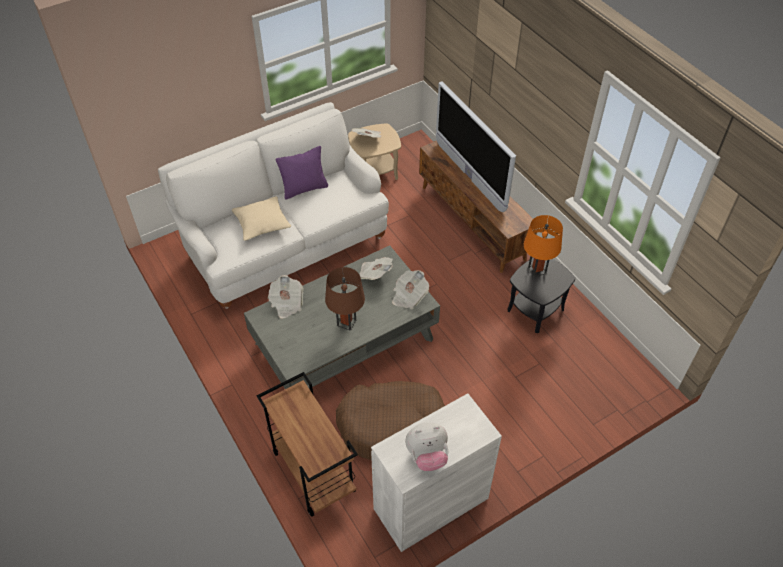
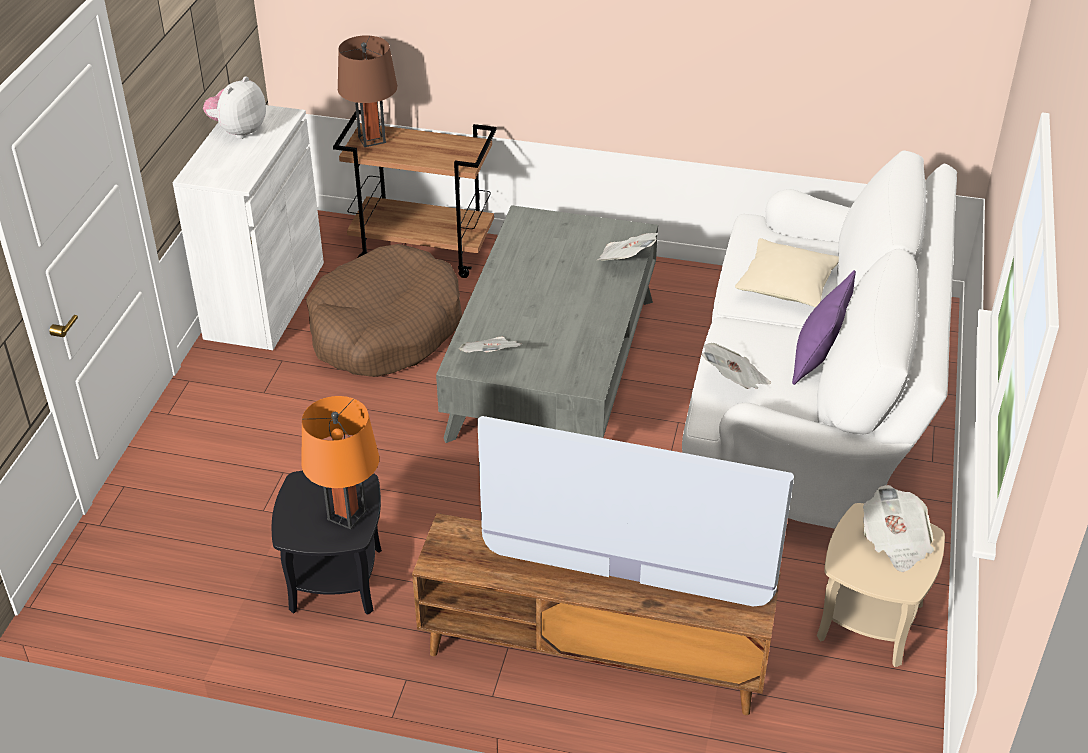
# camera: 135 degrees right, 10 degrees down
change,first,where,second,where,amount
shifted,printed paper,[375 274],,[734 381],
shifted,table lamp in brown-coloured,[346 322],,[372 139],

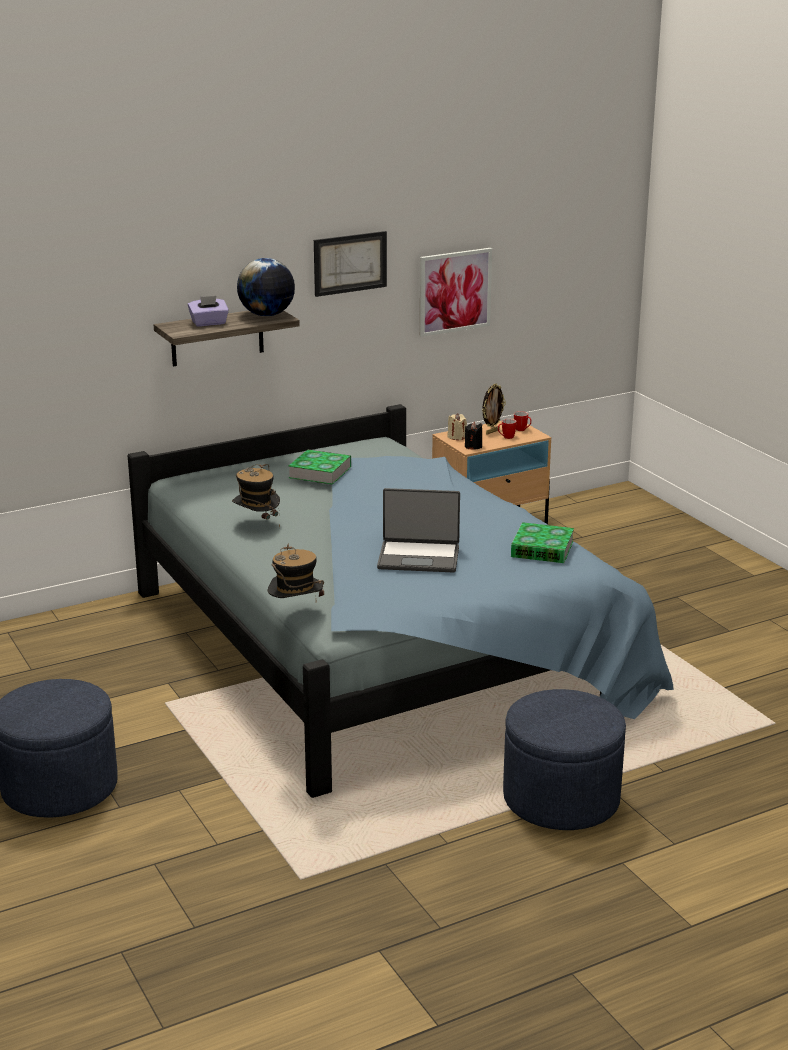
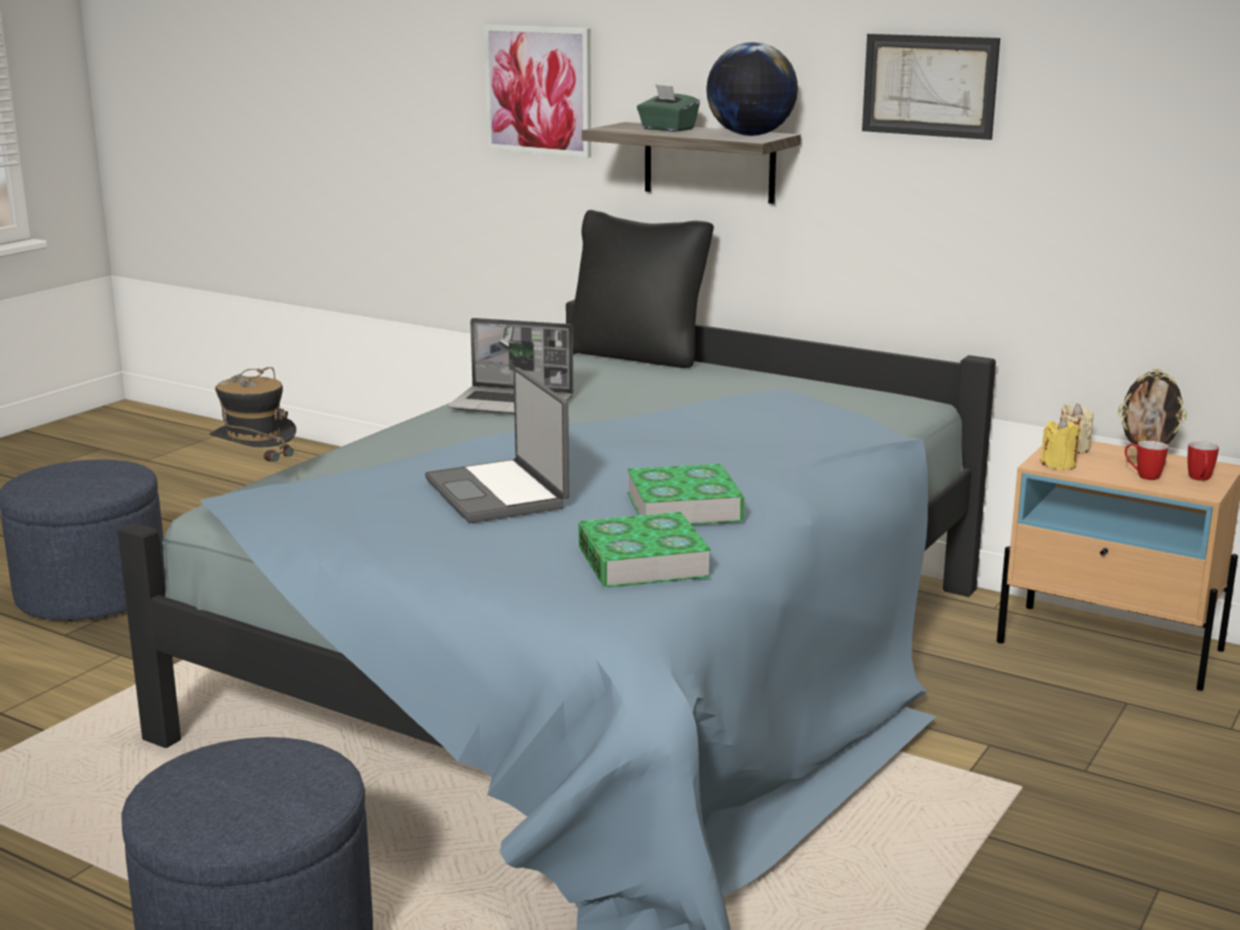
# camera: 60 degrees right, 5 degrees down
change,first,where,second,where,amount
shifted,wall art,[454 291],,[538 90],
repainted,tissue holder in purple-coloured,[209 323],tissue holder in greenish,[667 129],
repainted,wax candle in black,[473 446],wax candle in yellowish,[1058 465],
shifted,volume,[320 472],,[684 506],
swapped,clothing hat,[257 524],portable computer,[513 404],
new,,,pillow in black,[636 355],

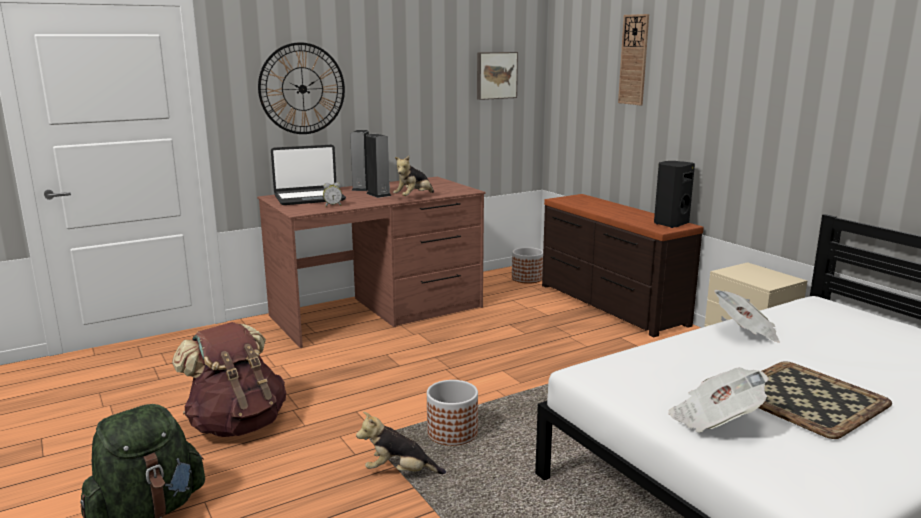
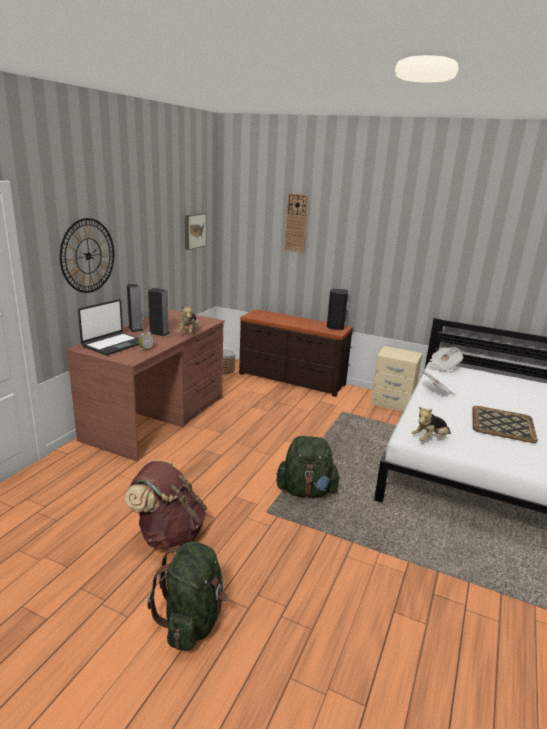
# camera: 35 degrees left, 5 degrees up
change,first,where,second,where,amount
shifted,printed paper,[714 420],,[442 367],
swapped,plant pot,[453 433],knapsack in greenish,[306 491],
shifted,plush toy,[400 472],,[430 439],

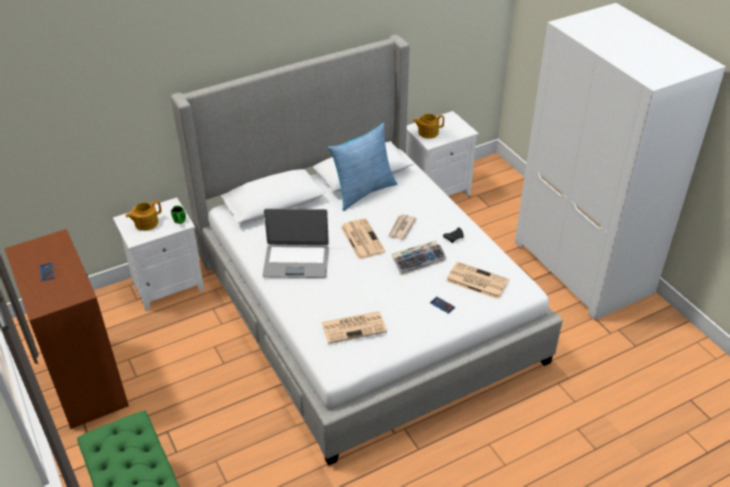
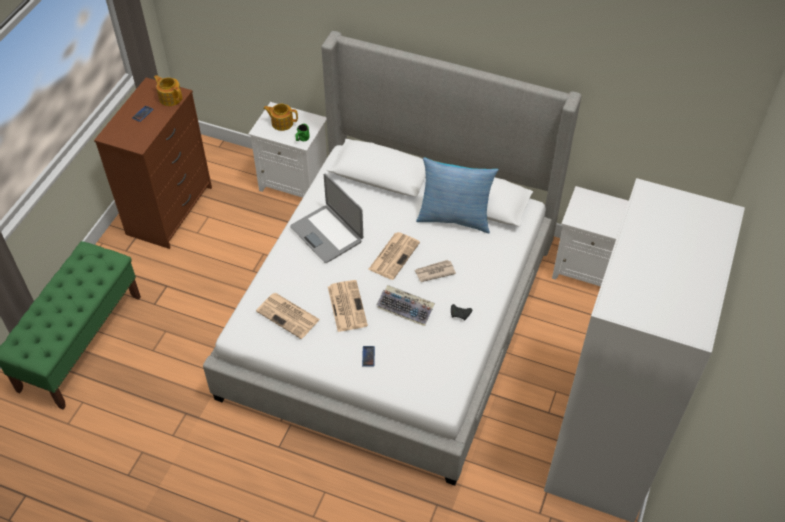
# camera: 50 degrees right, 10 degrees up
change,first,where,second,where,amount
shifted,teapot,[427 132],,[170 98],
shifted,printed paper,[476 281],,[346 305],

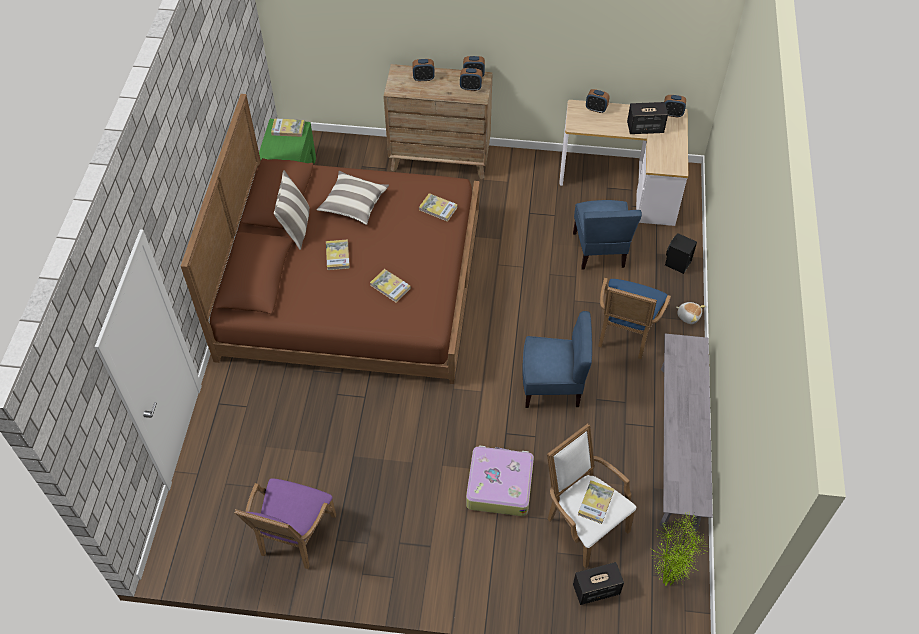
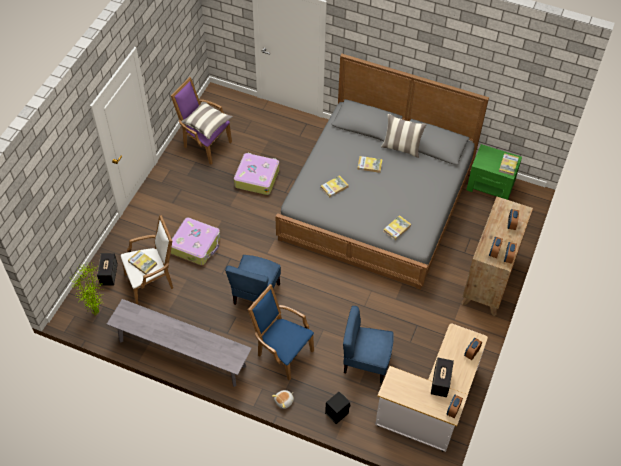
# camera: 105 degrees right, 0 degrees up
change,first,where,second,where,amount
repainted,bedroom bed in brown-coloured,[352 285],bedroom bed in greyish,[377 202],
shifted,pillow,[353 204],,[206 124],
new,,,piece of luggage,[256 177],

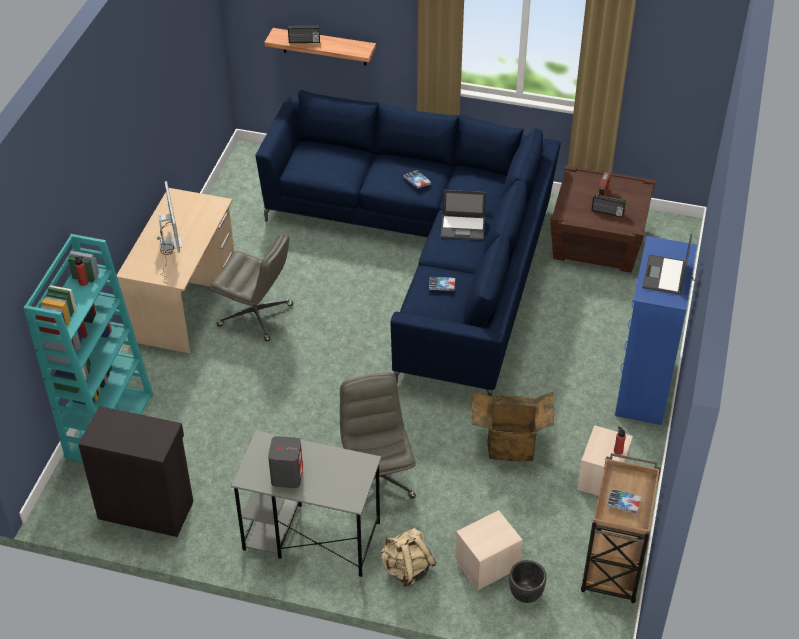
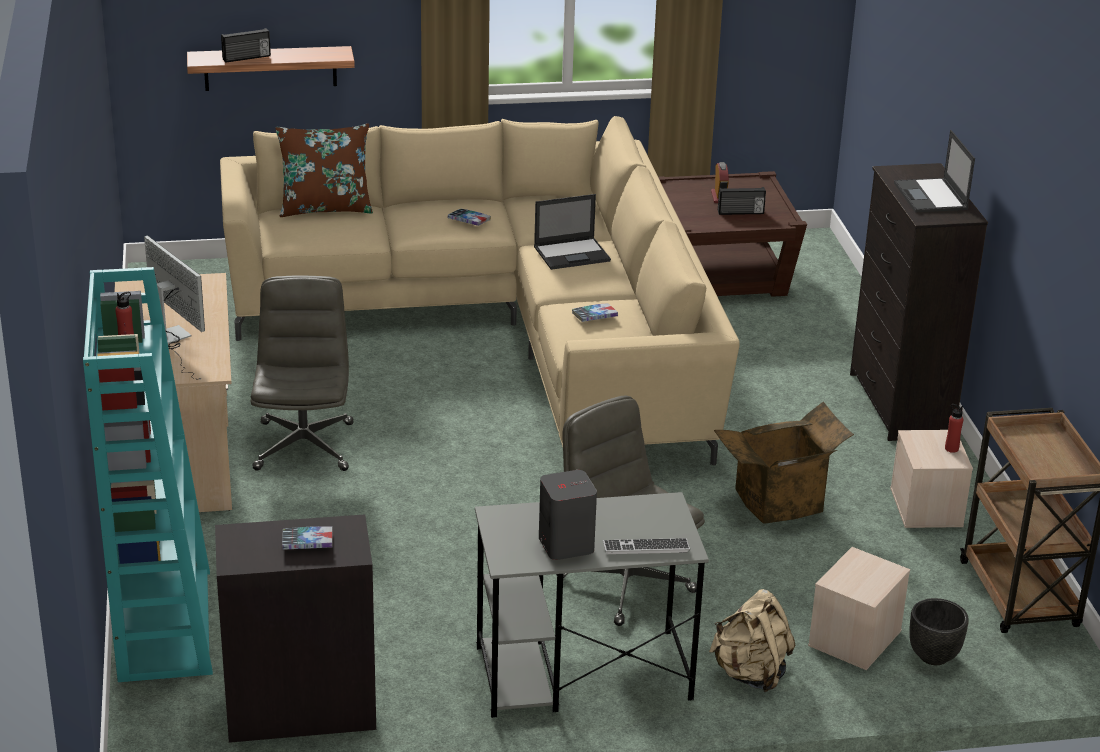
# camera: 25 degrees left, 15 degrees down
change,first,where,second,where,amount
repainted,sofa in bluish,[429 256],sofa in sand-coloured,[506 331],
rotated,computer chair in greyish,[256 315],,[303 445],90 degrees counterclockwise
repainted,dresser in bluish,[643 388],dresser in black,[899 405],
shifted,volume,[623 503],,[307 543],
new,,,pillow in brown-coloured,[325 208],
new,,,PC keyboard,[646 547],

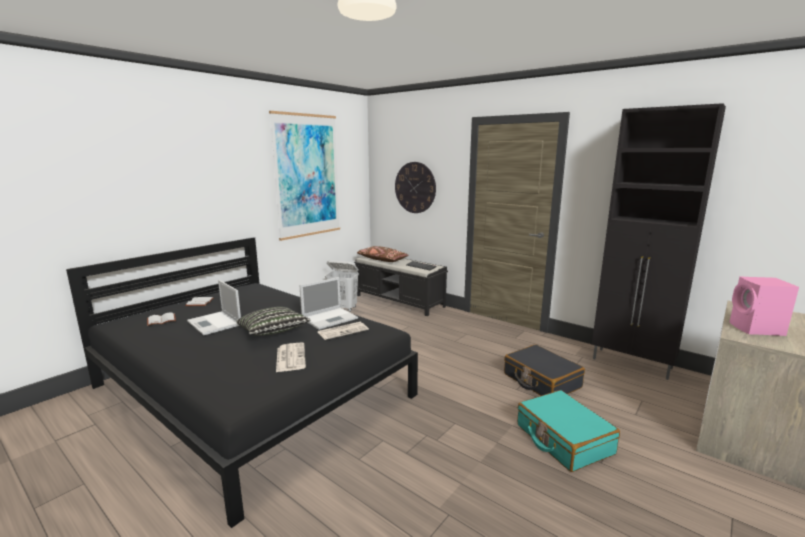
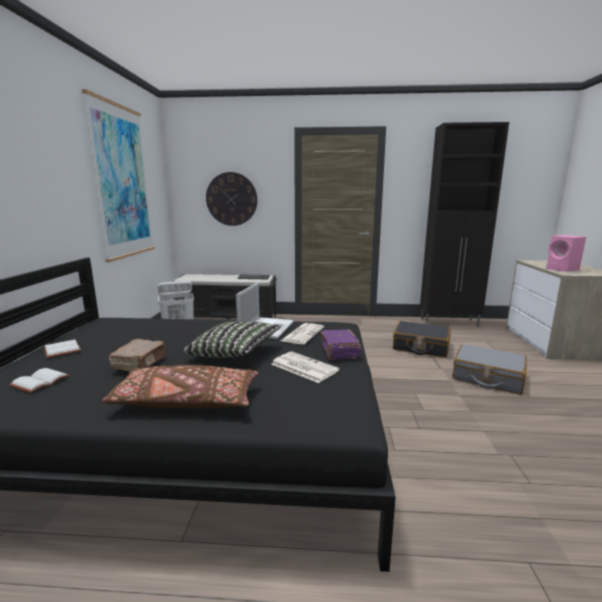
# camera: 35 degrees left, 0 degrees up
change,first,where,second,where,amount
shifted,pillow in brown-coloured,[382 260],,[186 401],
swapped,portable computer,[215 323],volume in brown-coloured,[140 363],
repainted,piece of luggage in turquoise,[563 439],piece of luggage in greyish,[487 377],
new,,,volume in purple-coloured,[339 352],

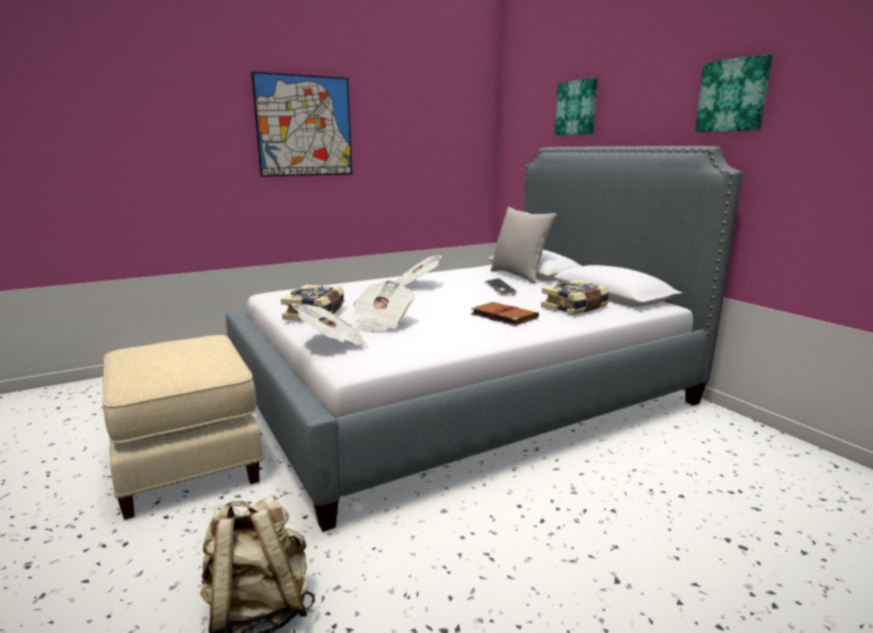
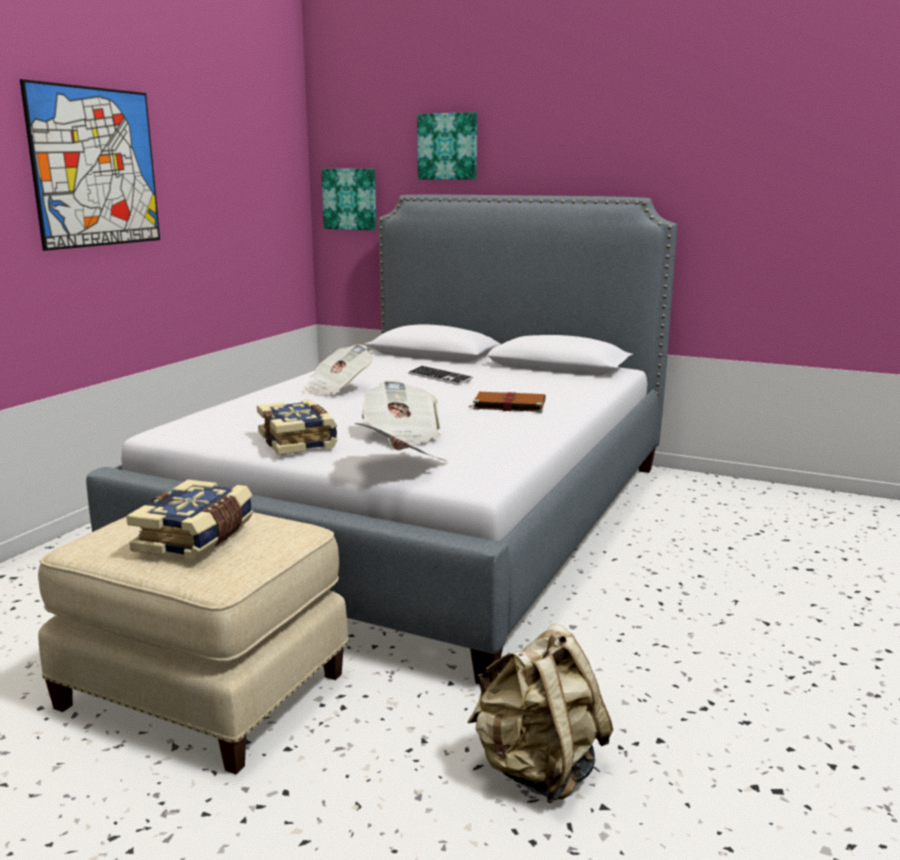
# camera: 35 degrees left, 0 degrees up
change,first,where,second,where,amount
shifted,wall art,[733 95],,[350 199],
gone,pillow in greyish,[519 276],,,
shifted,volume,[575 308],,[197 537],

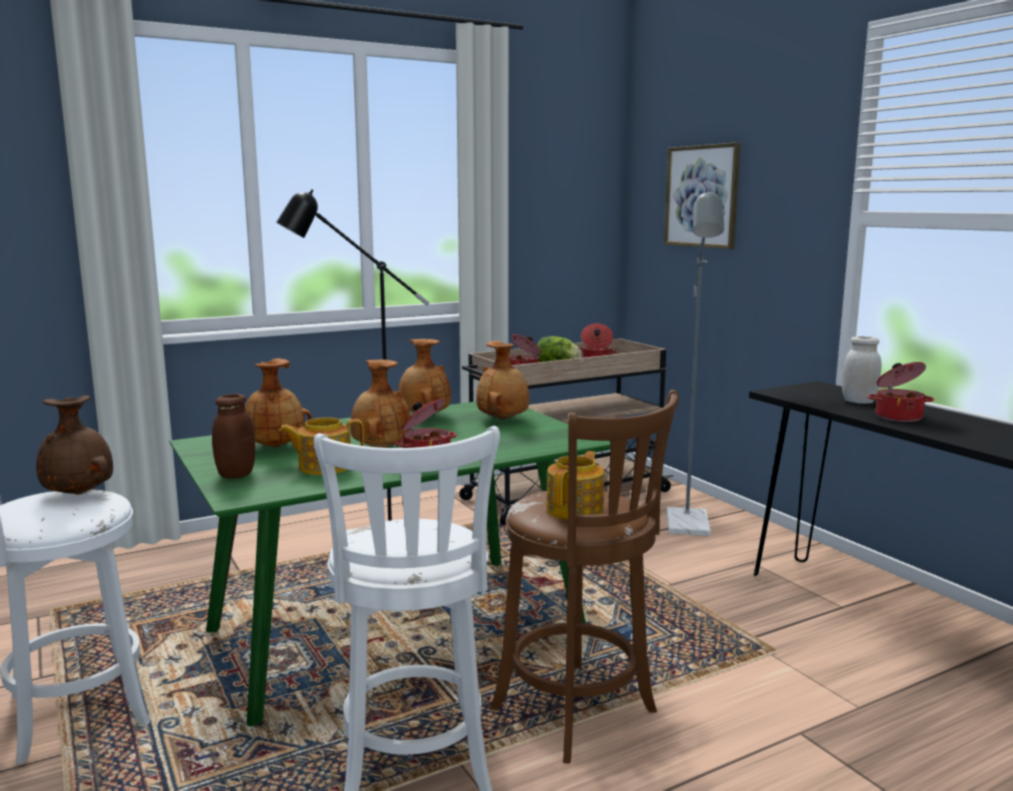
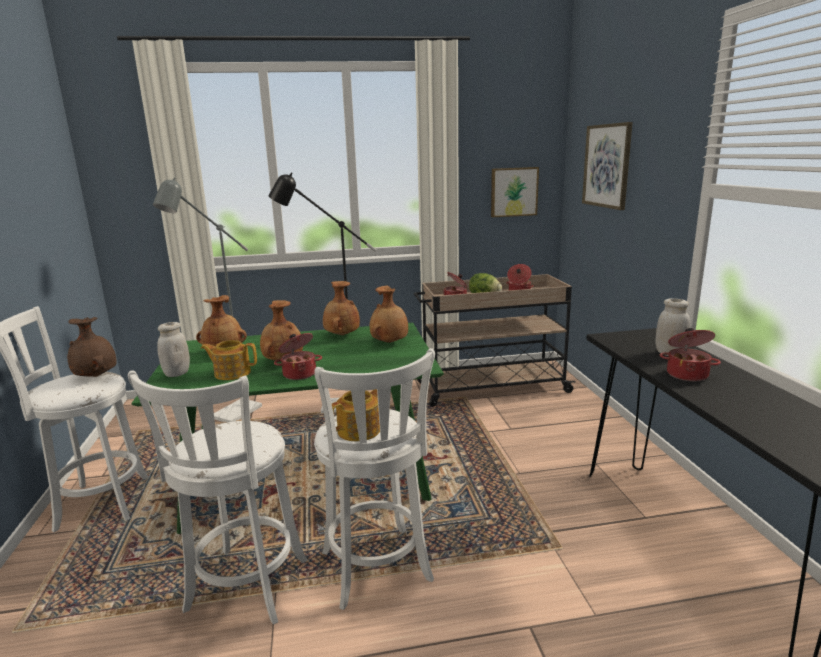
# camera: 20 degrees right, 5 degrees up
change,first,where,second,where,amount
shifted,standing lamp in greyish,[688 528],,[230 416],
repainted,stool seat in brown-coloured,[579 714],stool seat in white-coloured,[378 571],
repainted,jar in brown-coloured,[236 474],jar in white-coloured,[177 373],
new,,,wall art,[513 192],

